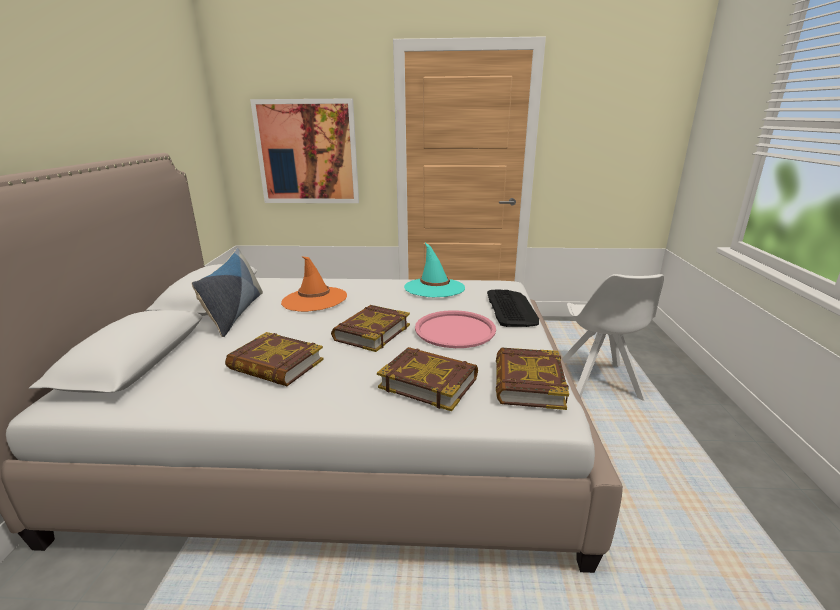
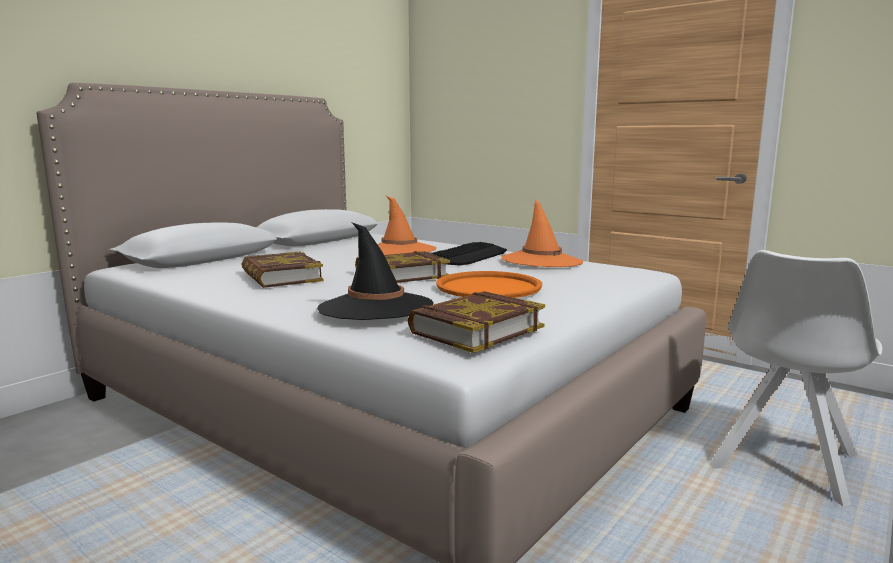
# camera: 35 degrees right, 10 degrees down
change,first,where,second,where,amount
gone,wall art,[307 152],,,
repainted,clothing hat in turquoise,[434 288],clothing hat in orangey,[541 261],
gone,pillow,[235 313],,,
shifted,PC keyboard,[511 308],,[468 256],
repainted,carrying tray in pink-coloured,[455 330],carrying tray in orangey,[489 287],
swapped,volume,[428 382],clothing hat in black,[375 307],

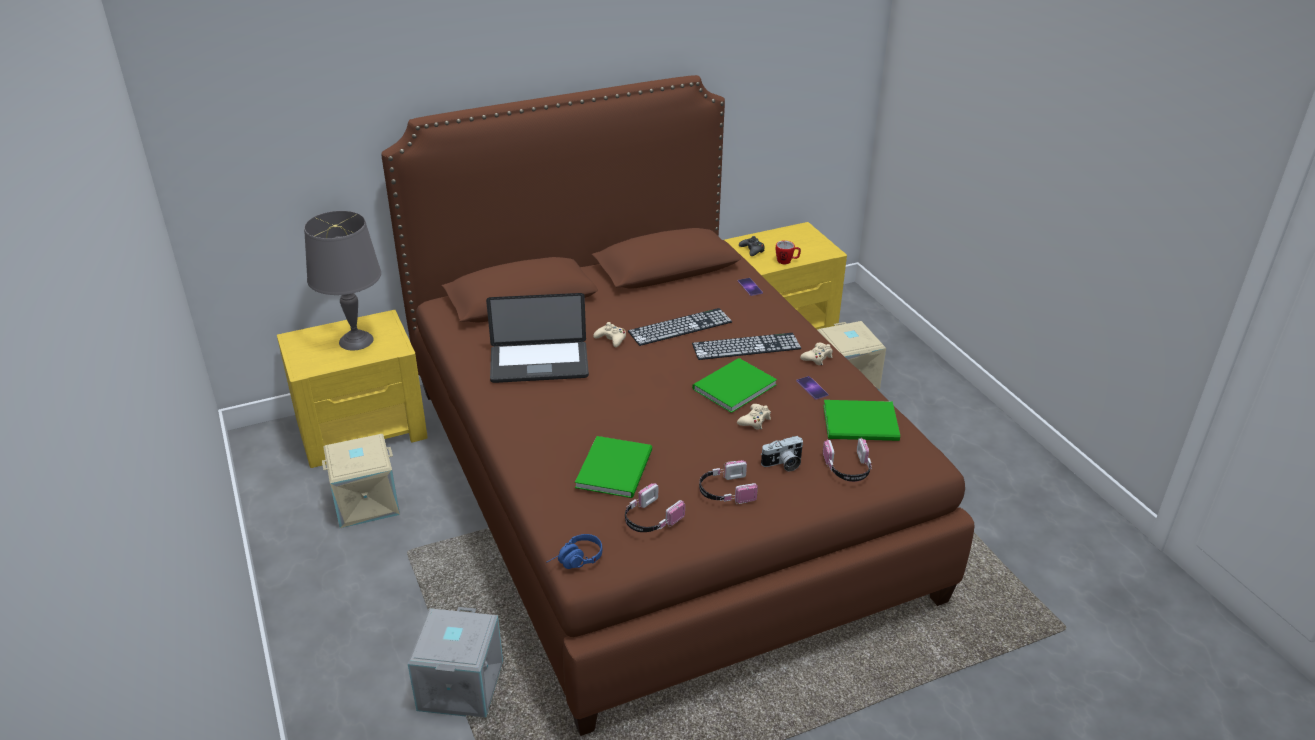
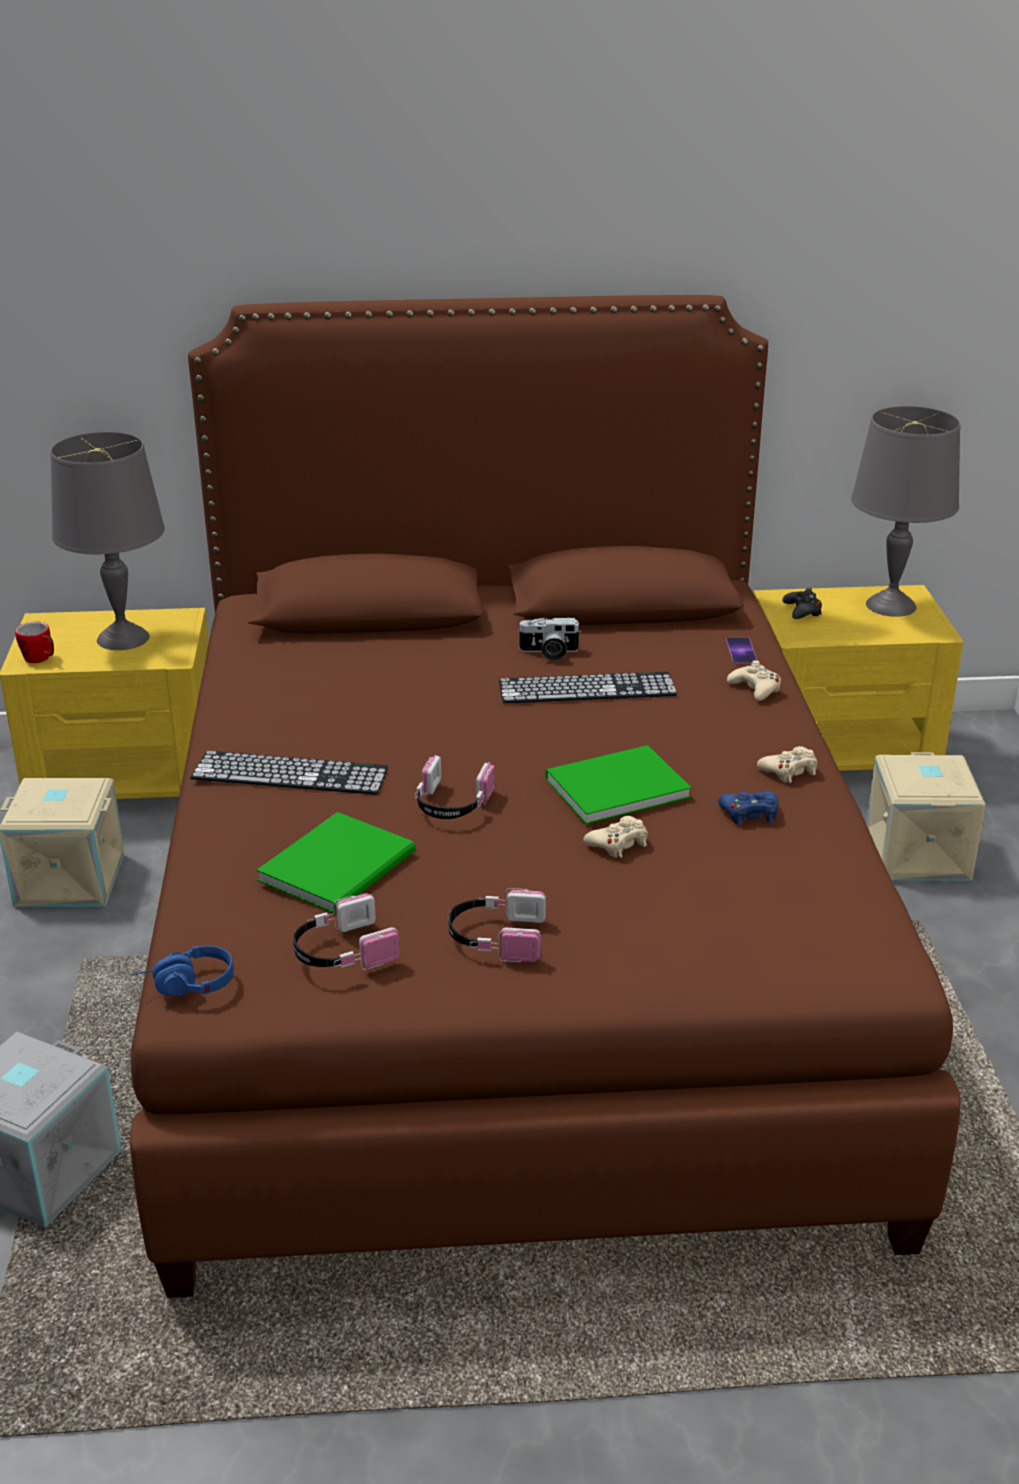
# camera: 20 degrees right, 5 degrees down
change,first,where,second,where,amount
shifted,tea mug,[787 261],,[40 659],
gone,portable computer,[539 364],,,
shifted,gamepad in sand-coloured,[611 339],,[755 689],
shifted,PC keyboard,[746 346],,[290 773],
swapped,handset,[812 388],gamepad in bluish,[750 814],
gone,volume in greenish,[863 424],,,
shifted,photo camera,[783 464],,[549 653],
shifted,pair of headphones,[847 469],,[452 804],
new,,,table lamp in greyish,[891 605],

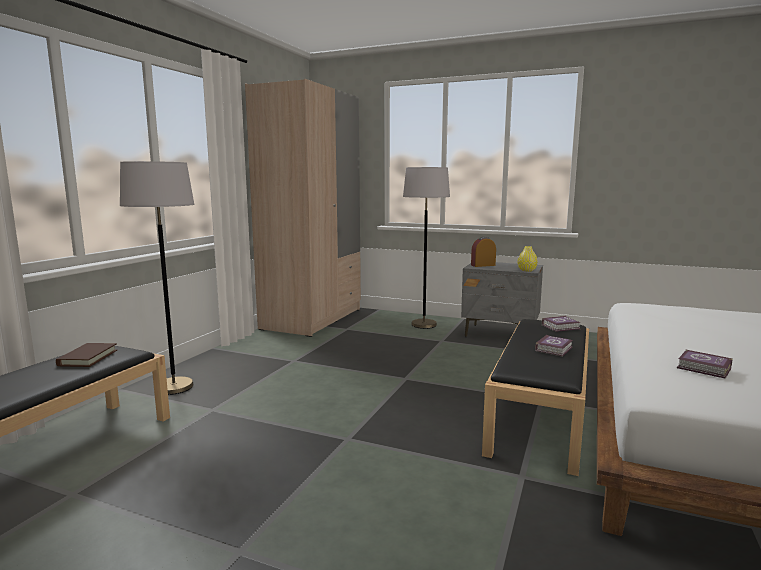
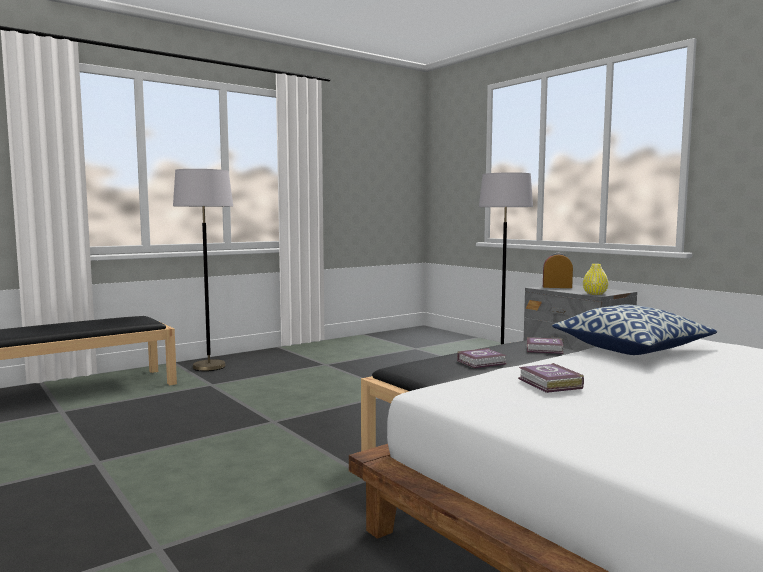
# camera: 30 degrees right, 5 degrees down
change,first,where,second,where,amount
gone,clothes cupboard in sand-coloured,[313 319],,,
gone,volume in brown-coloured,[88 358],,,
new,,,pillow,[631 349],

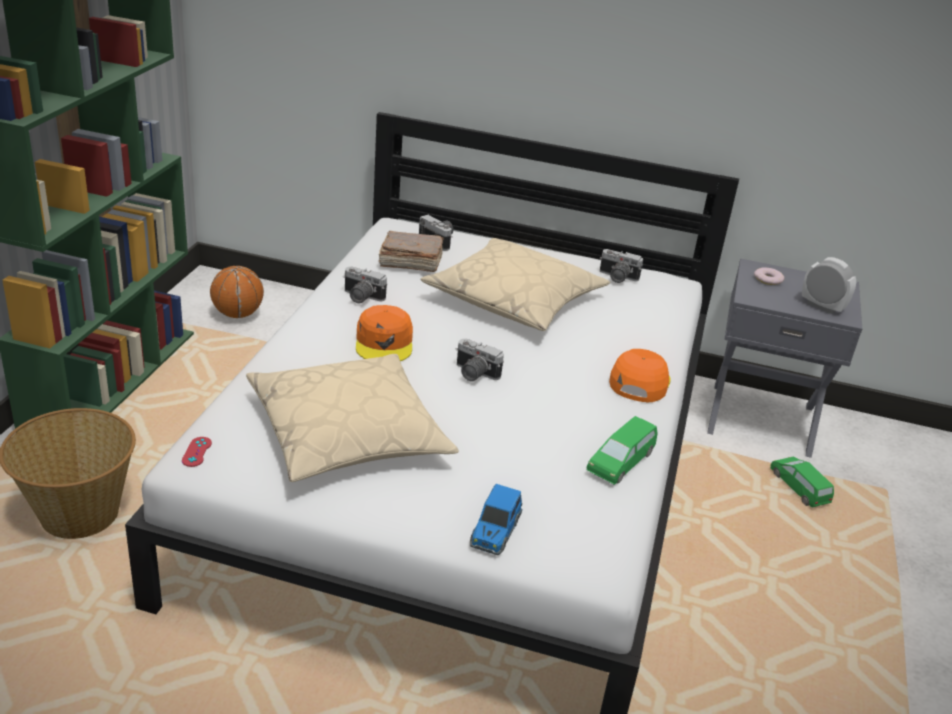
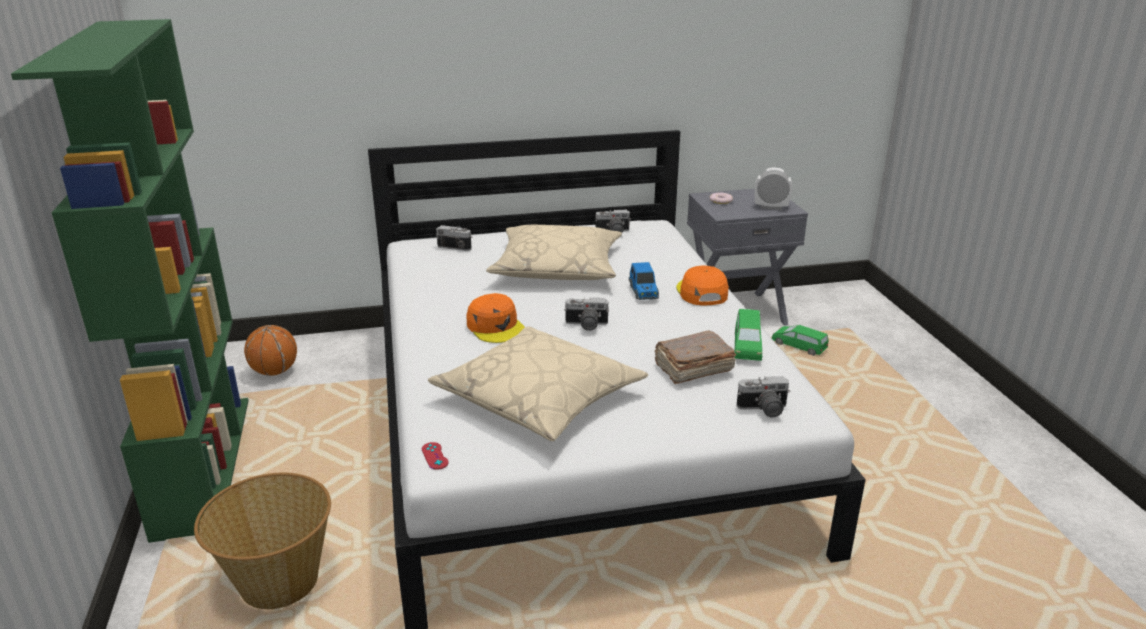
# camera: 25 degrees left, 5 degrees down
change,first,where,second,where,amount
shifted,volume in brown-coloured,[409 262],,[692 369],
shifted,photo camera,[361 297],,[763 410],
shifted,model car,[495 532],,[643 292],

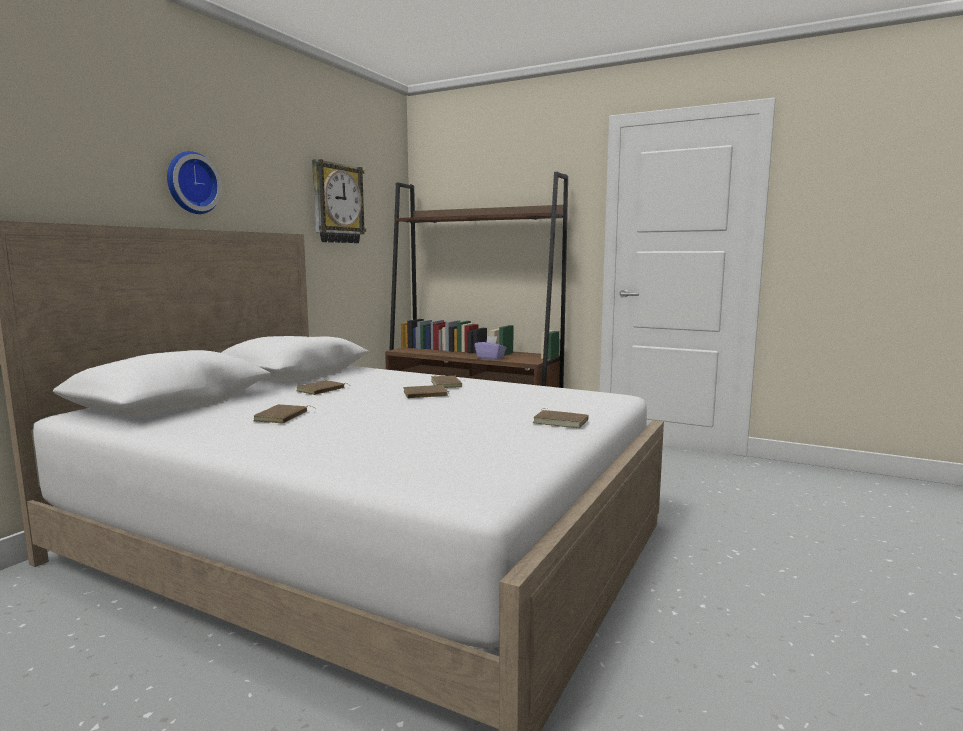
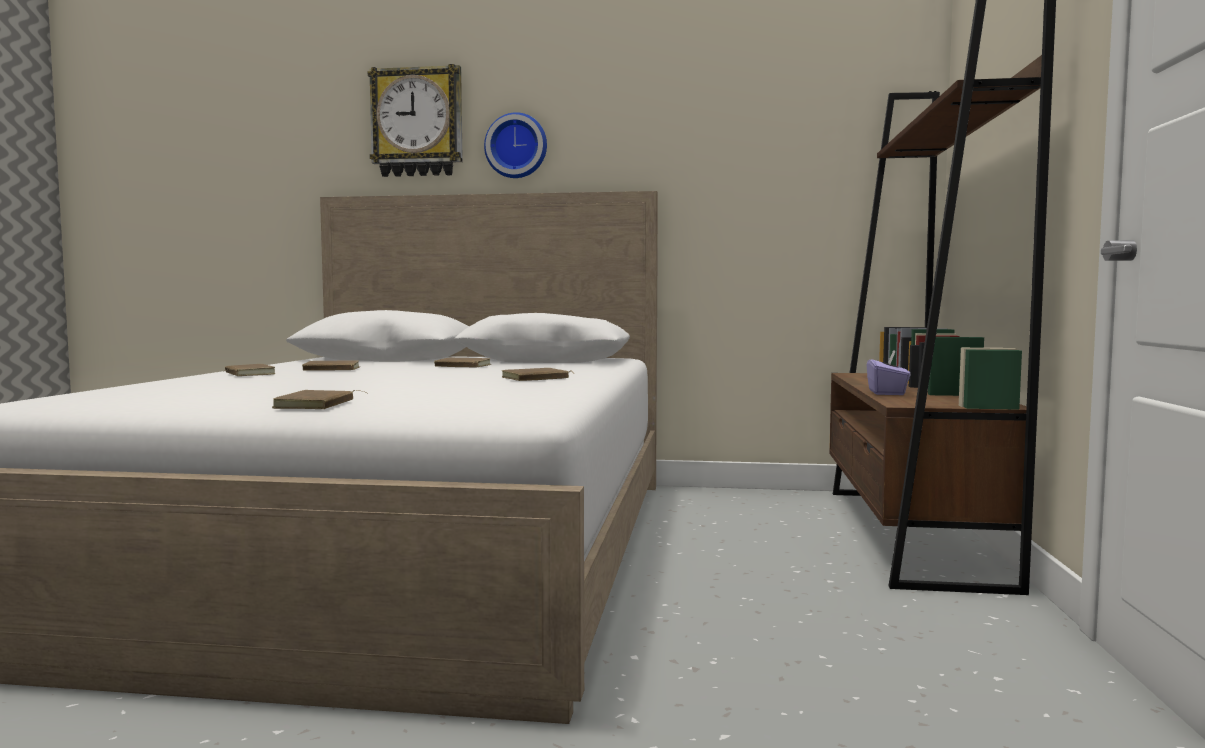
# camera: 70 degrees right, 5 degrees down
change,first,where,second,where,amount
shifted,hanging clock,[337 203],,[417 123],
shifted,volume in brown-coloured,[425 395],,[247 374],

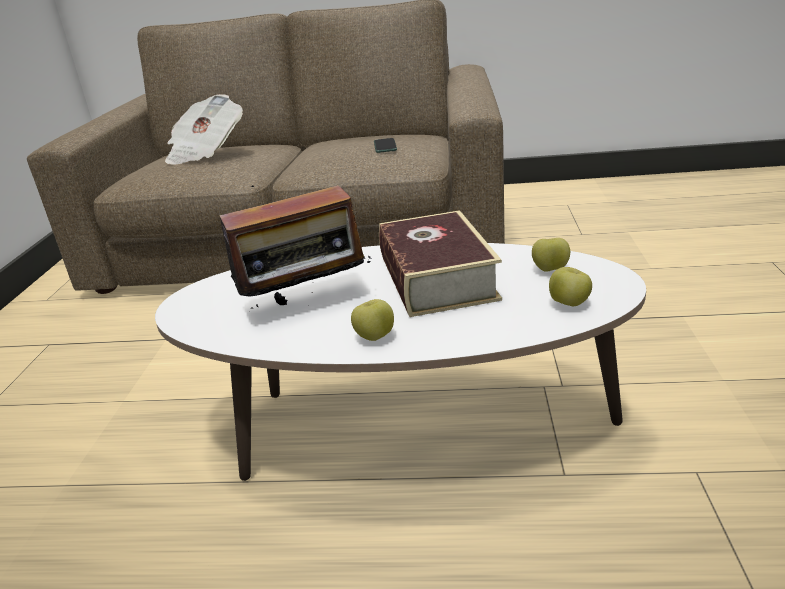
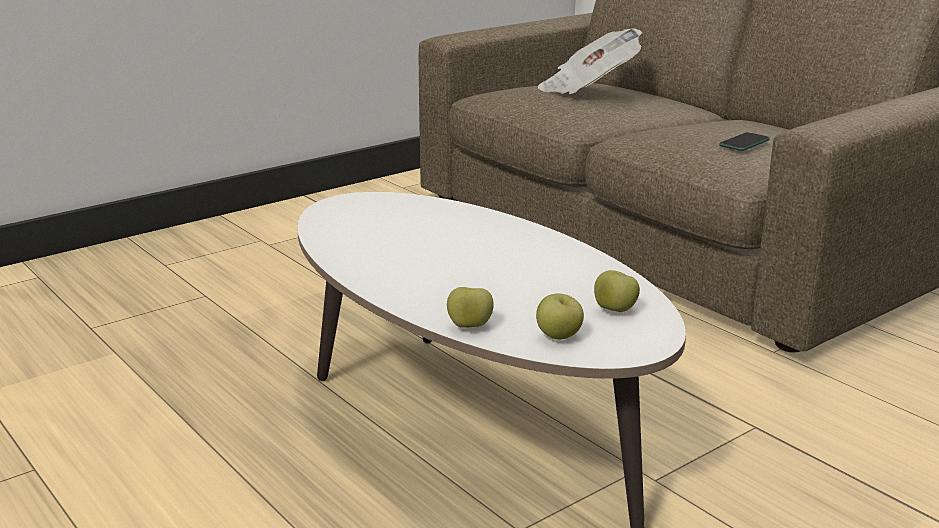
# camera: 45 degrees right, 5 degrees down
change,first,where,second,where,amount
gone,radio set,[306 304],,,
gone,volume,[436 278],,,
shifted,apple fruit,[374 337],,[470 326],

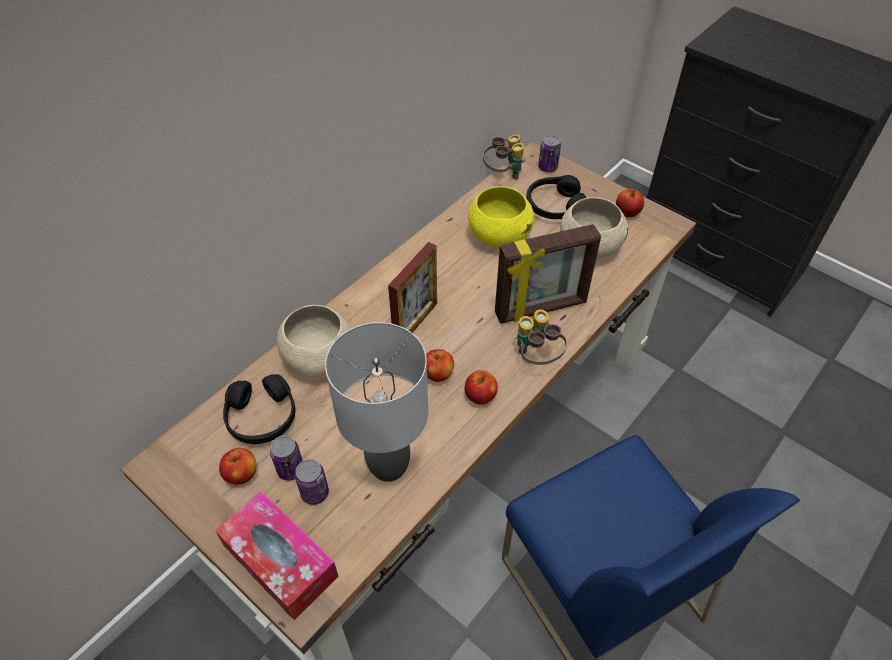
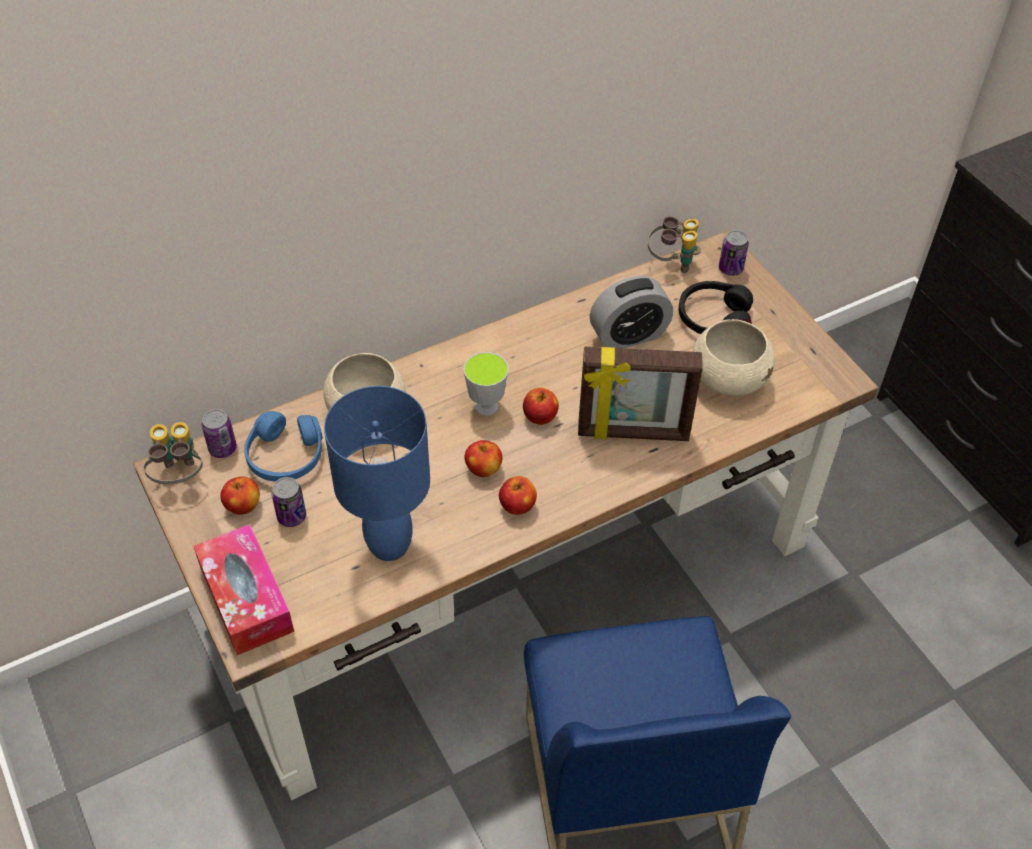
# camera: 20 degrees right, 0 degrees up
change,first,where,second,where,amount
swapped,deep dish in yellowish,[499 235],alarm clock,[628 335],
shifted,apple fruit,[627 213],,[540 417],
swapped,photo frame,[415 322],small cup,[486 406],
shifted,pair of binoculars,[536 357],,[179 476],
repainted,table lamp in greyish,[388 467],table lamp in bluish,[388 546],
repainted,pair of headphones in black,[262 417],pair of headphones in bluish,[285 456],
shifted,metal can,[315 493],,[222 448],

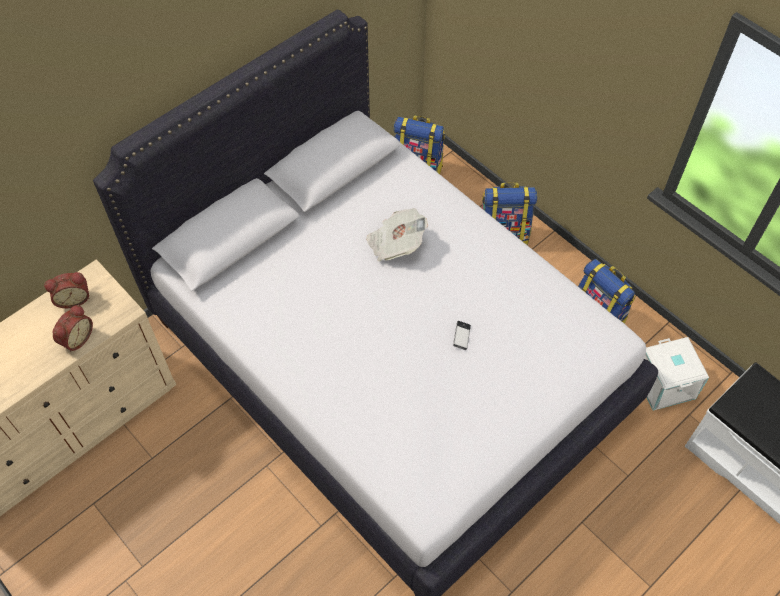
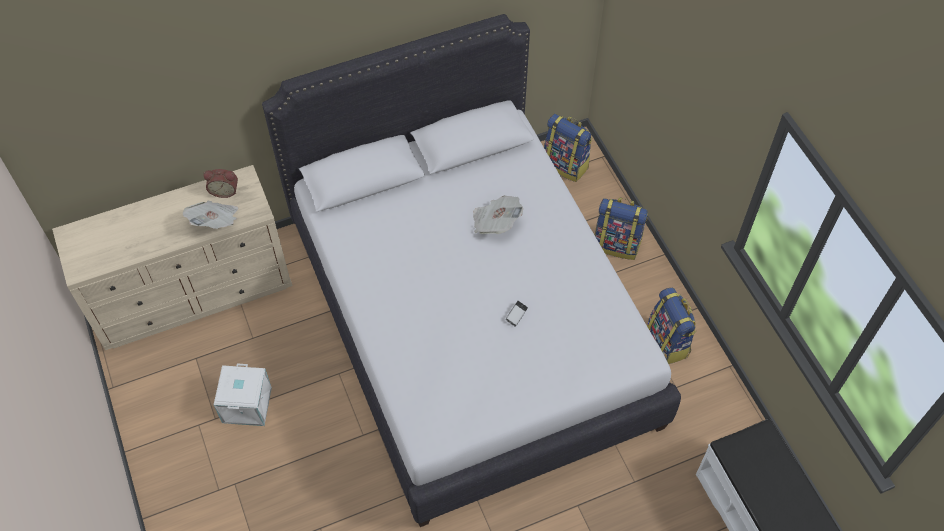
# camera: 20 degrees right, 0 degrees up
change,first,where,second,where,amount
swapped,alarm clock,[76 338],printed paper,[215 222],
shifted,storage container in white-coloured,[665 384],,[248 405],

